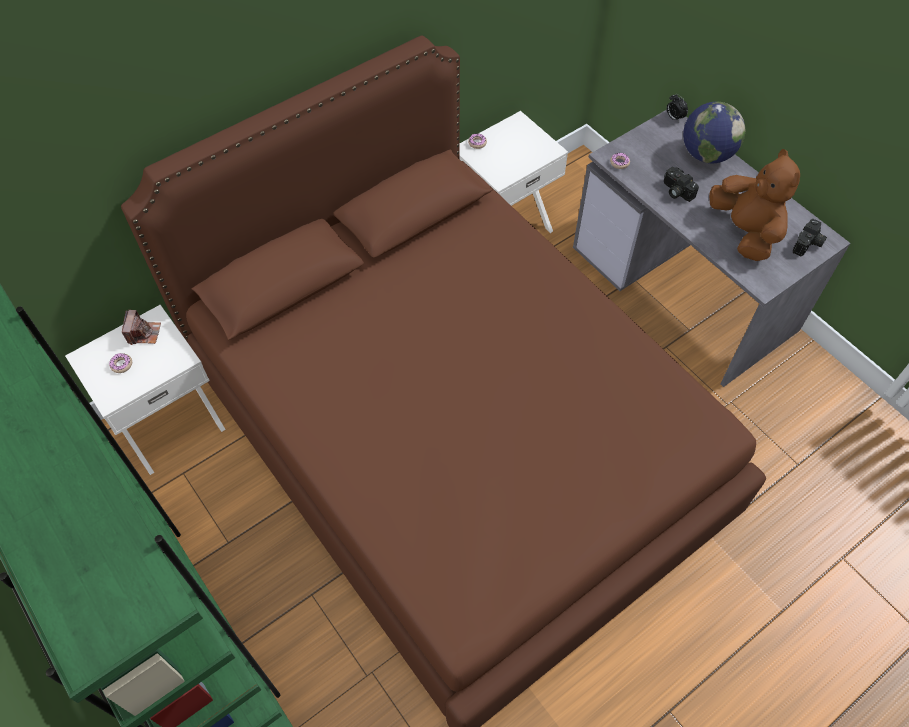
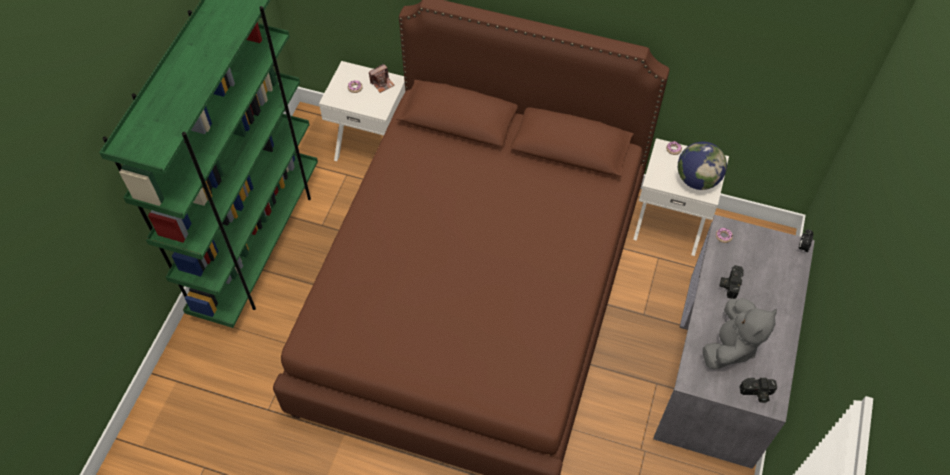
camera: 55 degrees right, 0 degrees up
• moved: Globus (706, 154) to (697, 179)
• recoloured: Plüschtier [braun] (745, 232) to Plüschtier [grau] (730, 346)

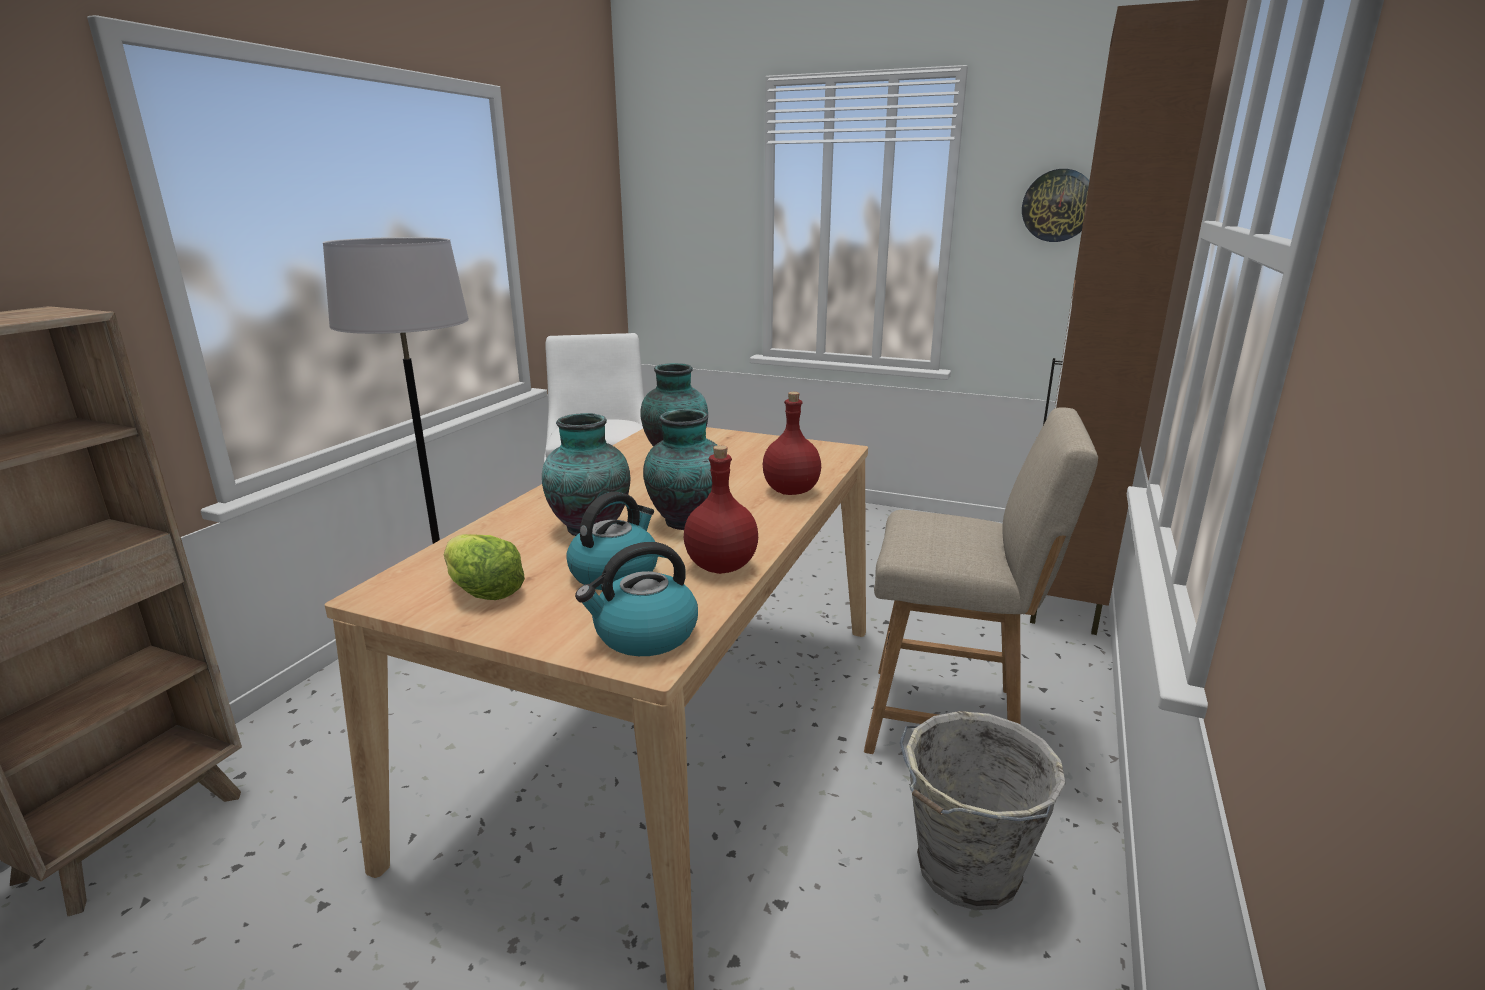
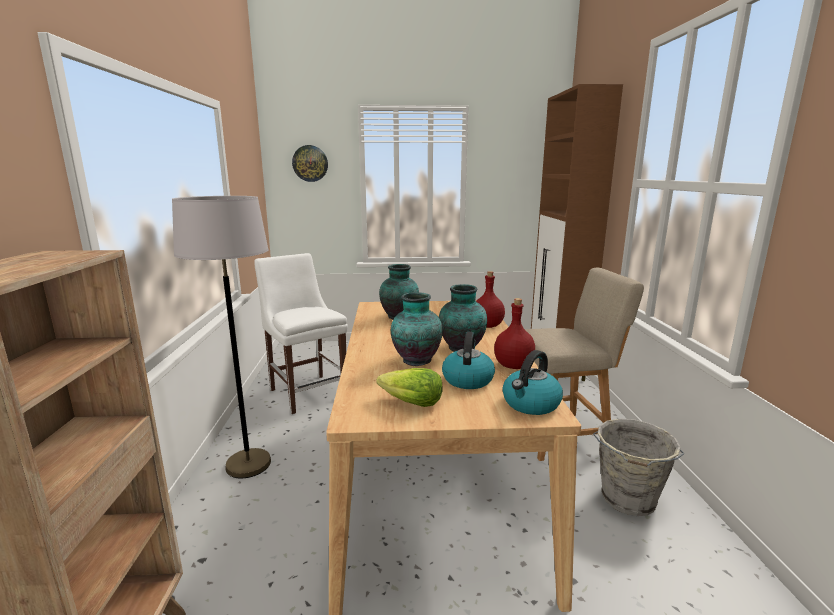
camera: 25 degrees left, 5 degrees down
• moved: Wanduhr (1058, 205) to (310, 163)

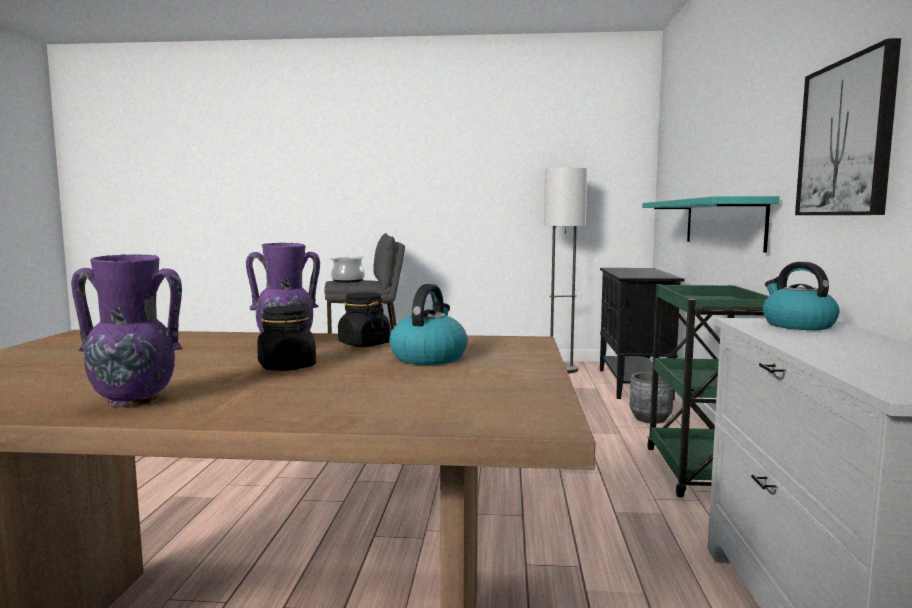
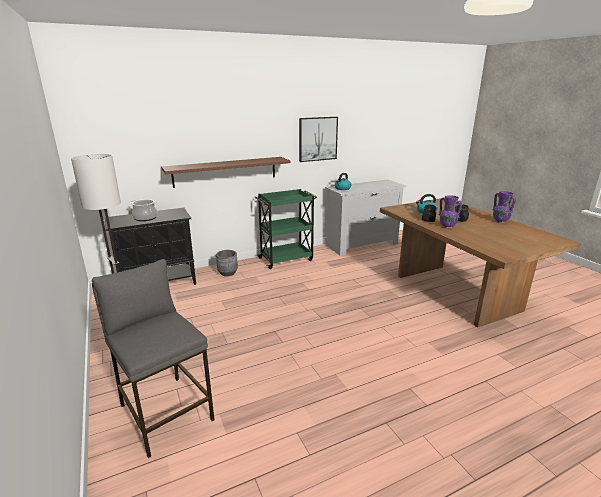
camera: 120 degrees left, 15 degrees up
• recoloured: Wandregal [türkis] (722, 223) to Wandregal [braun] (225, 171)
• moved: Kochtopf (348, 281) to (145, 218)

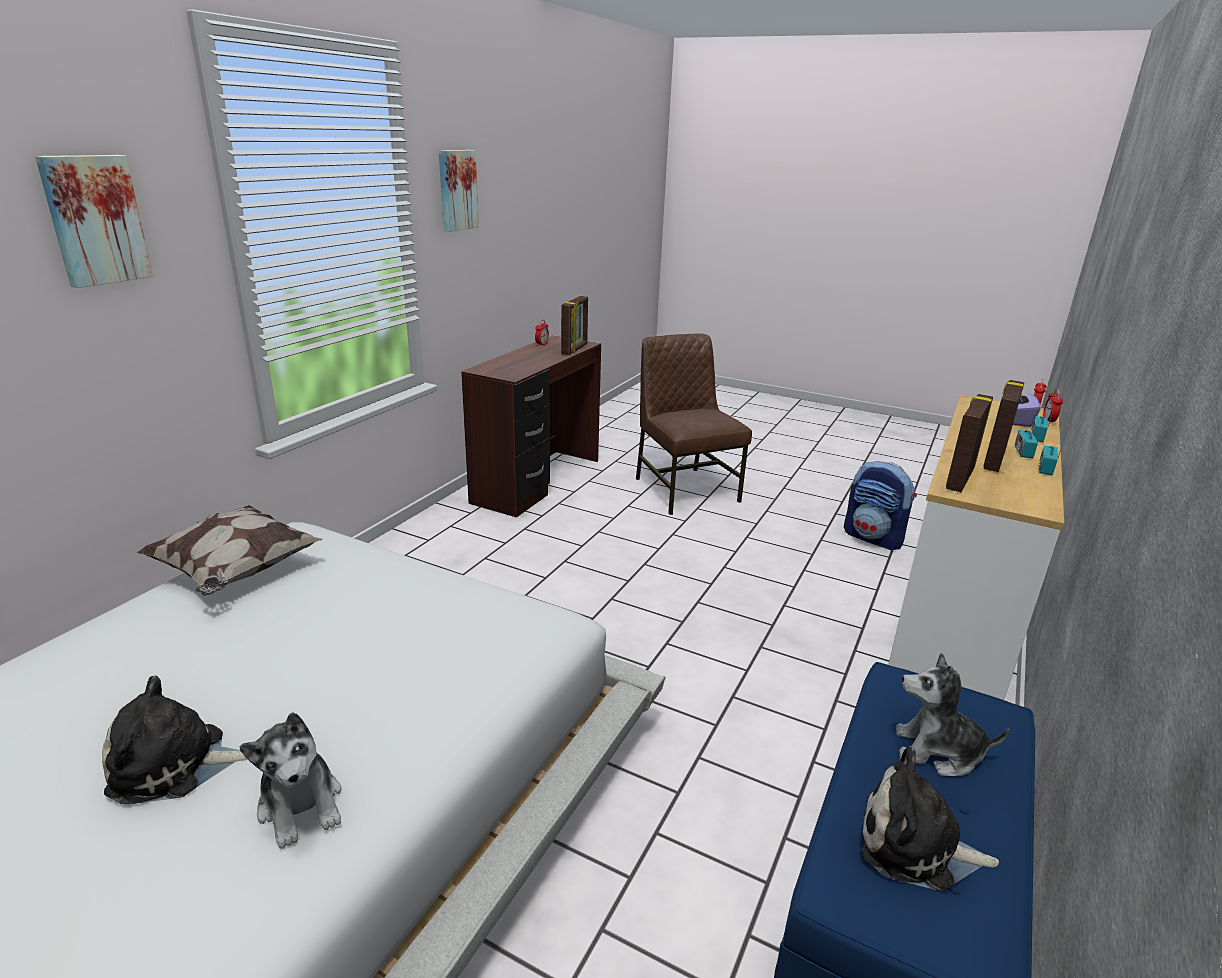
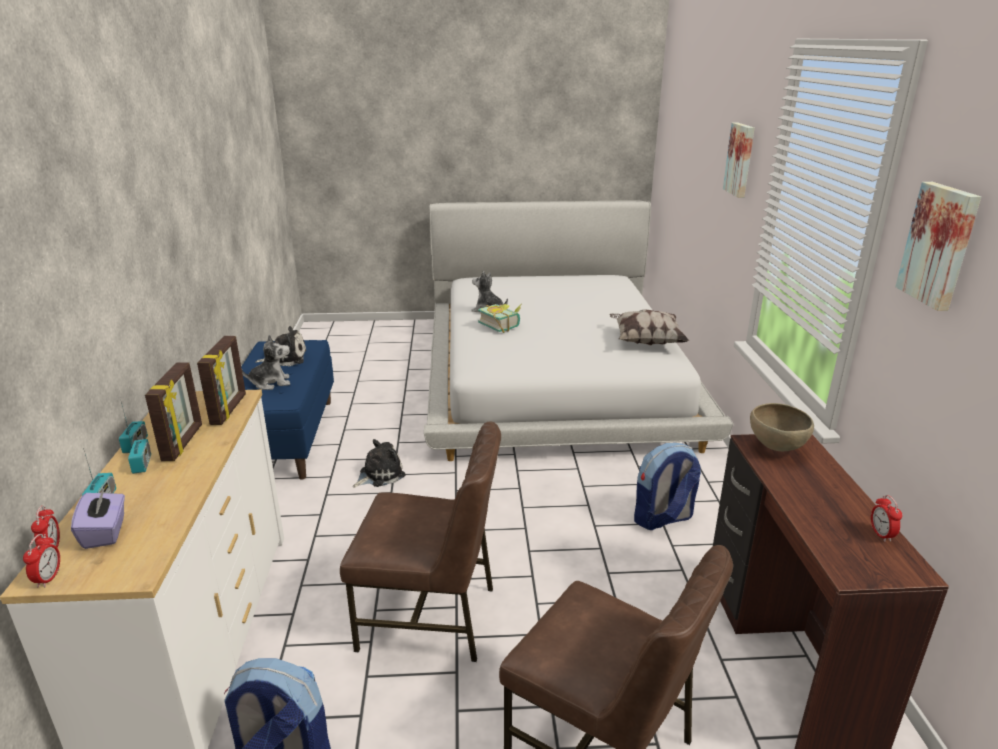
camera: 150 degrees right, 0 degrees up
• removed: Bilderrahmen (575, 349)
• moved: Plüschtier (175, 765) to (379, 474)
• added: Buch (502, 325)
• added: Schüssel [braun] (776, 448)
• added: Stuhl [braun] (430, 617)
• added: Rucksack (662, 519)

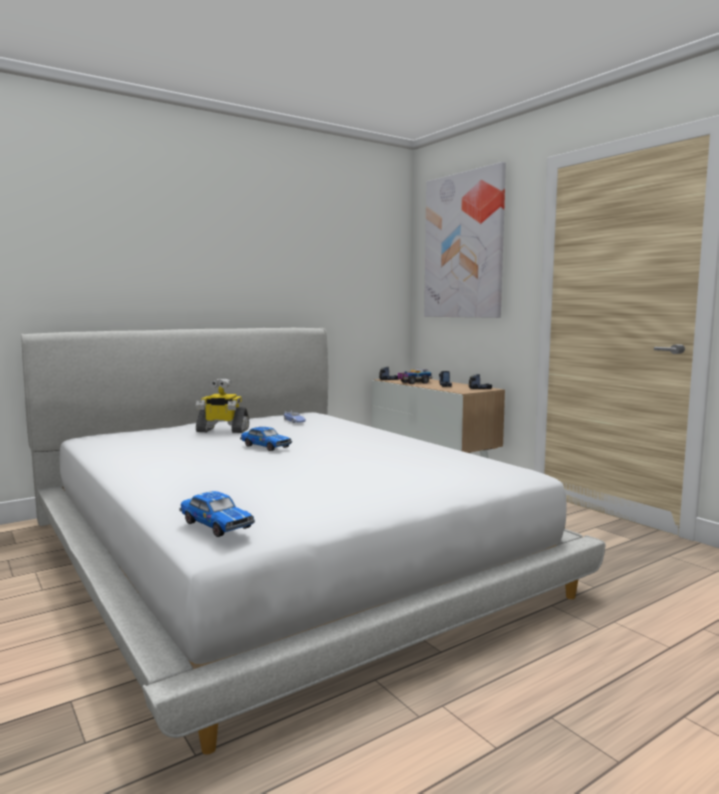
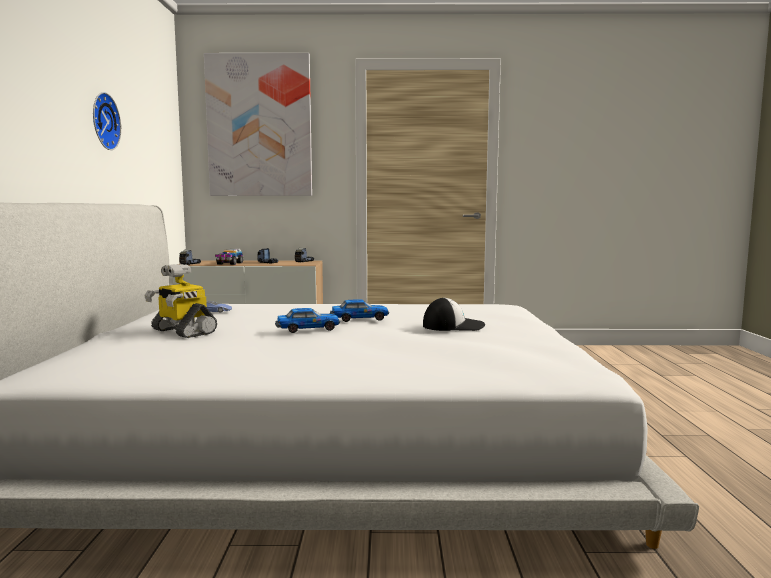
camera: 55 degrees left, 0 degrees up
• turned: Spielzeugroboter (222, 430) = (182, 331) 90 degrees clockwise
• moved: Spielzeugauto (216, 524) to (359, 319)
• added: Wanduhr (102, 121)
• added: Kappe (453, 326)

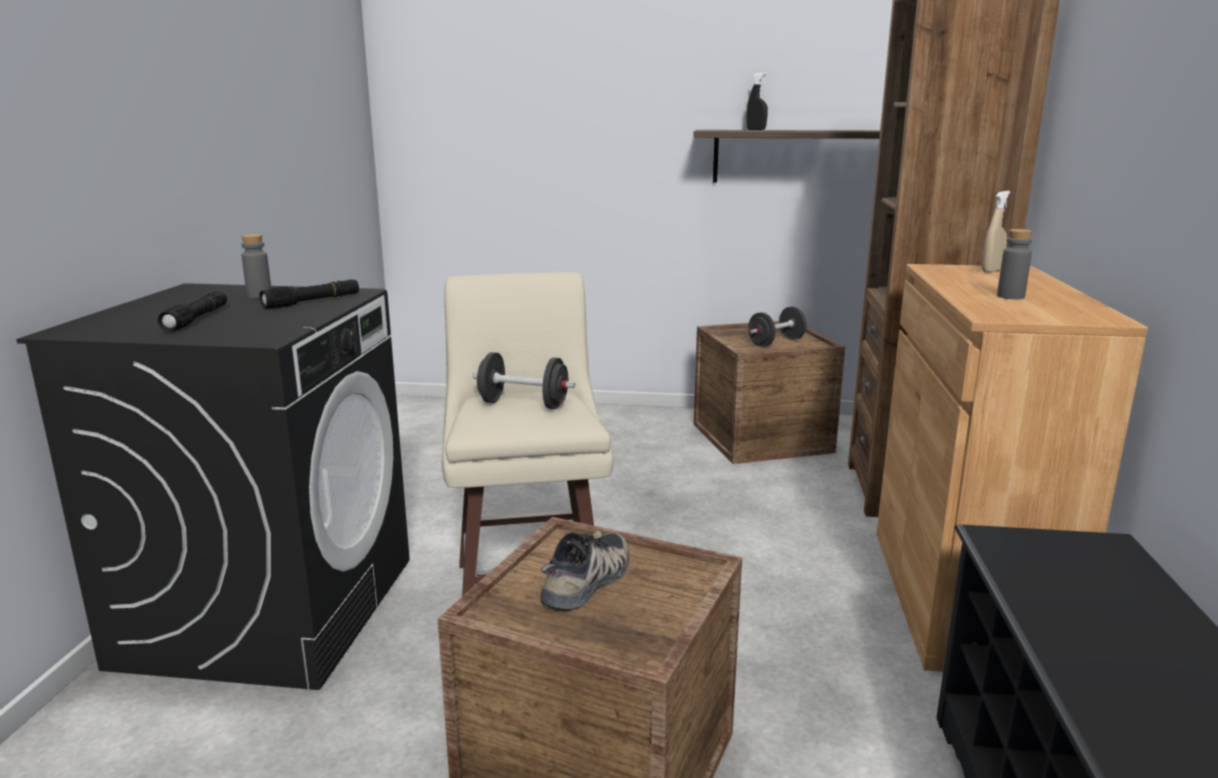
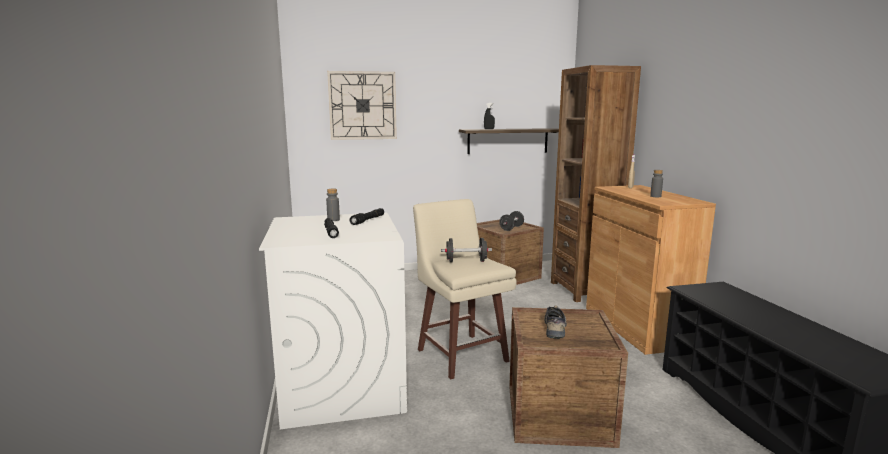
camera: 20 degrees left, 5 degrees down
• recoloured: Waschmaschine [schwarz] (271, 609) to Waschmaschine [weiß] (342, 385)
• added: Wanduhr (362, 105)

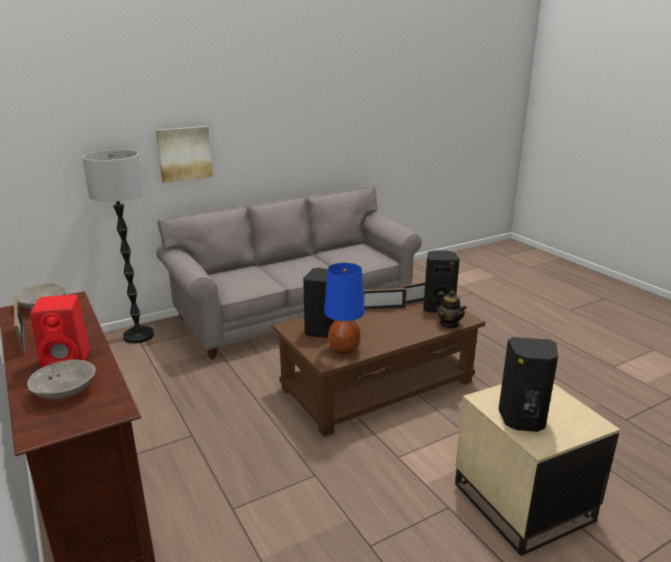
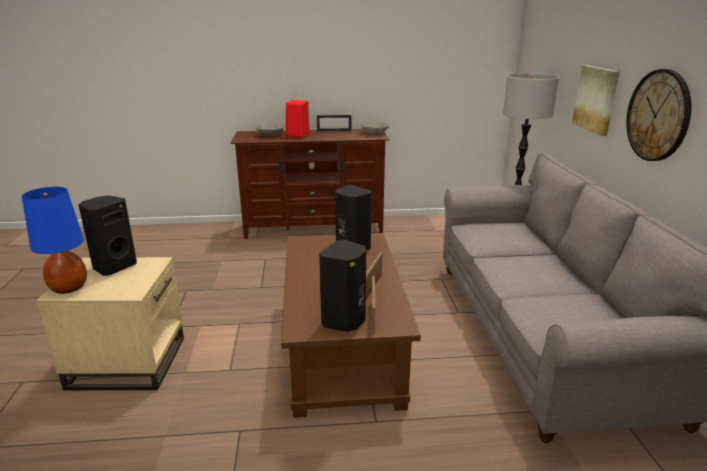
camera: 115 degrees right, 0 degrees up
• moved: Tischlampe [blau] (343, 349) to (69, 288)
• removed: Teekanne (449, 324)
• added: Wanduhr (658, 115)

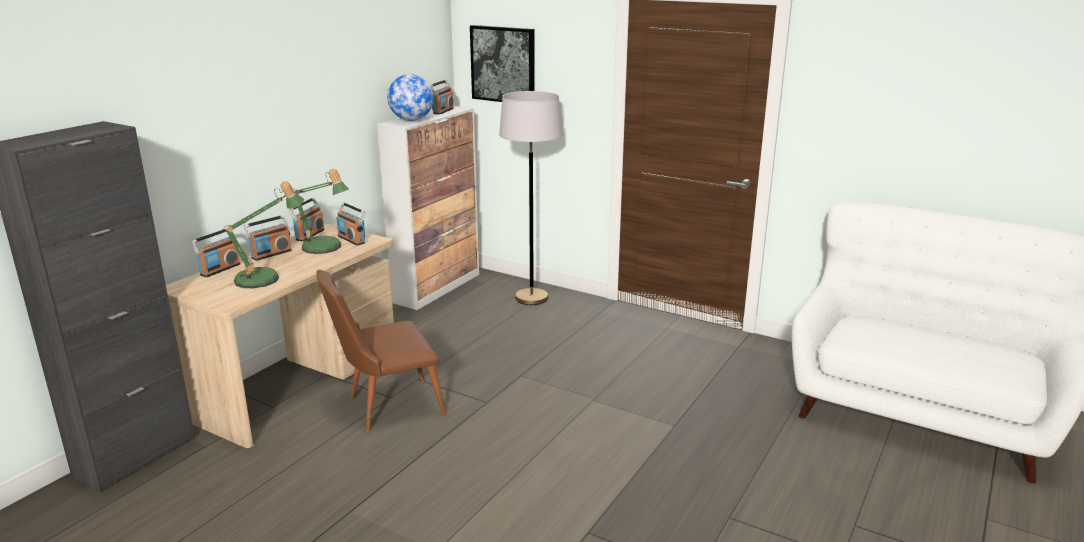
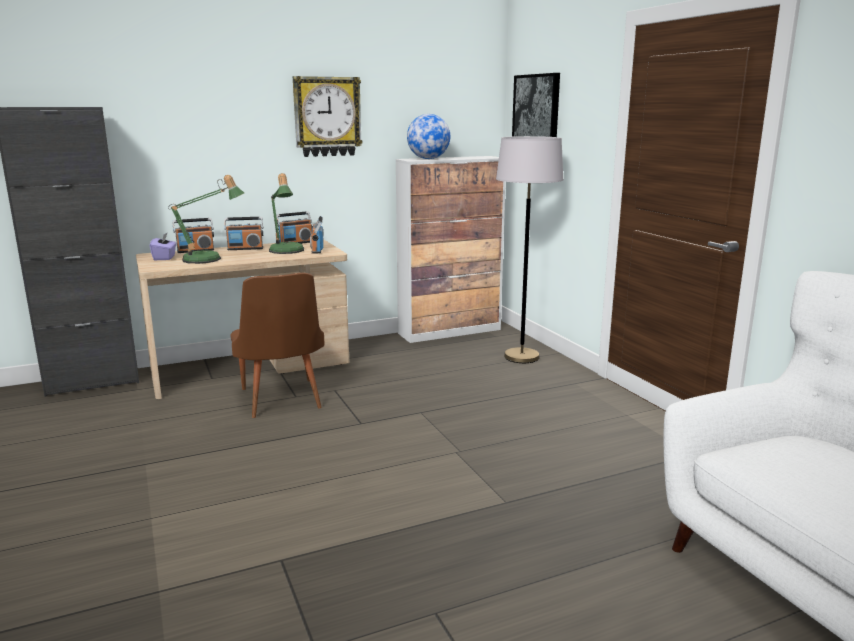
camera: 35 degrees right, 5 degrees down
• removed: Radio (443, 111)
• turned: Stuhl [braun] (386, 407) = (281, 402) 120 degrees counterclockwise
• added: Wanduhr (327, 117)
• added: Taschentuchbox [lila] (165, 257)

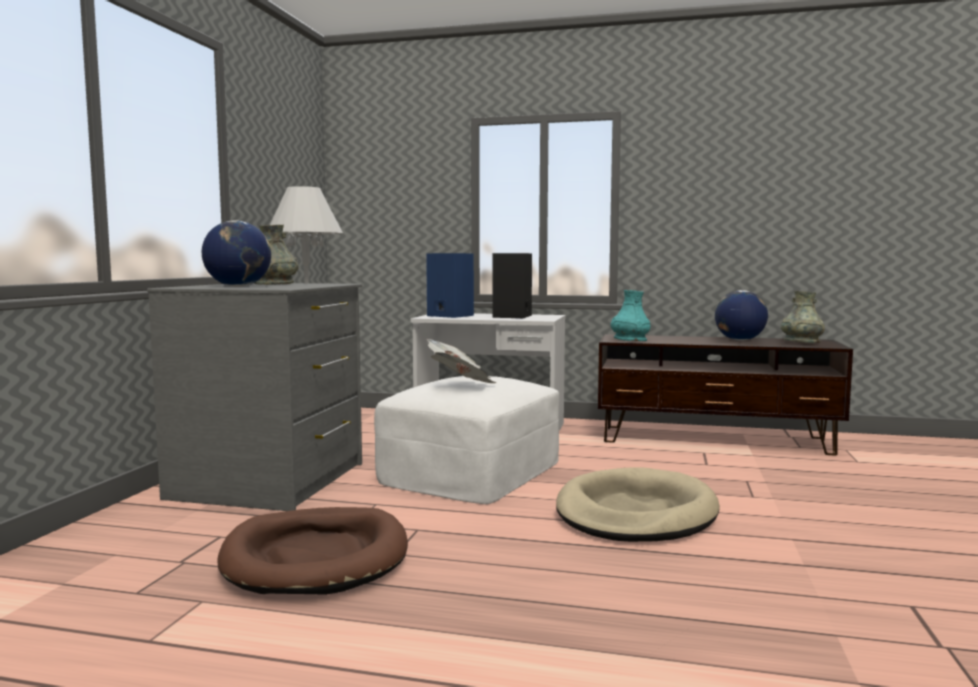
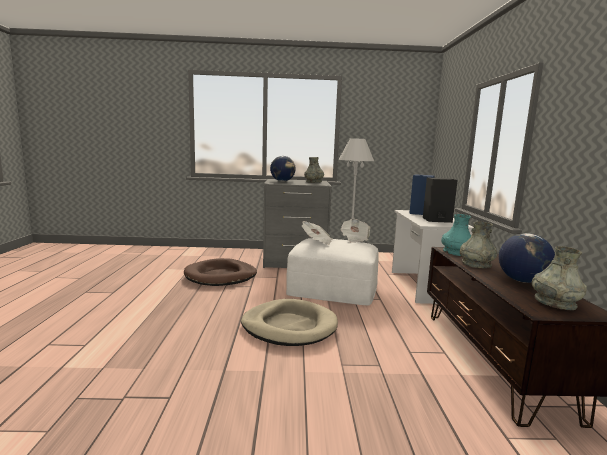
camera: 75 degrees right, 5 degrees up
• added: Vase [grau] (476, 264)

